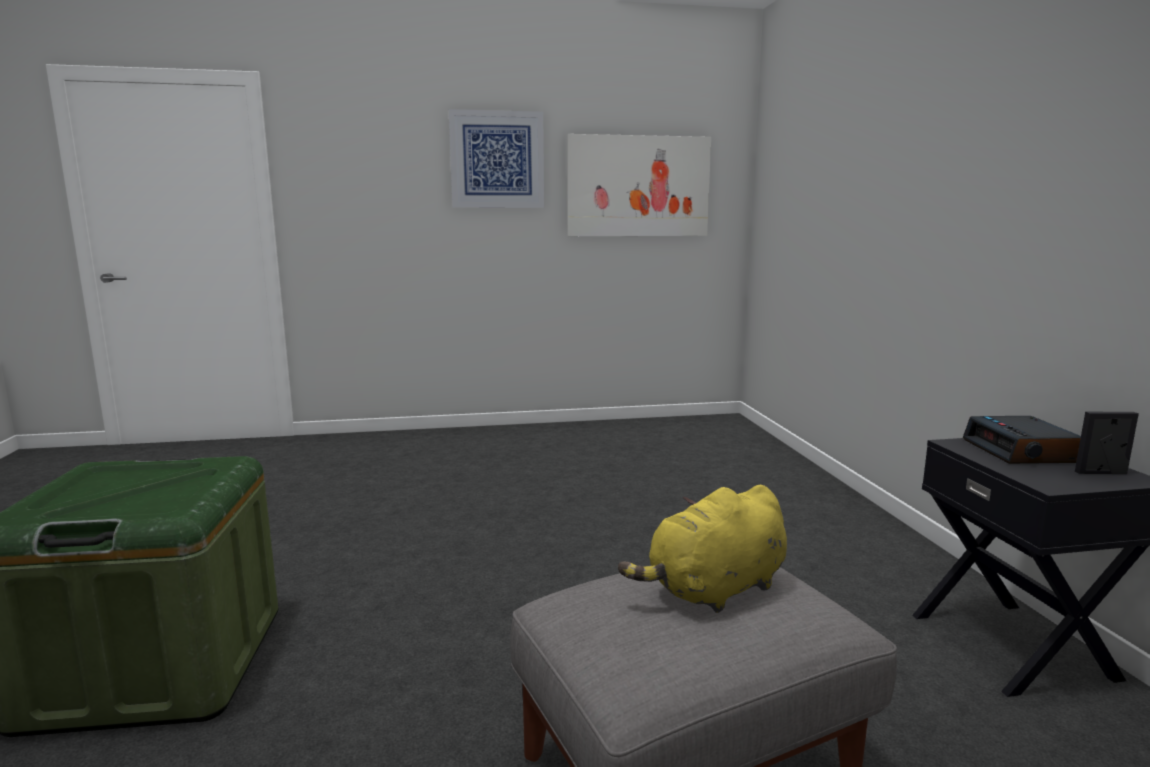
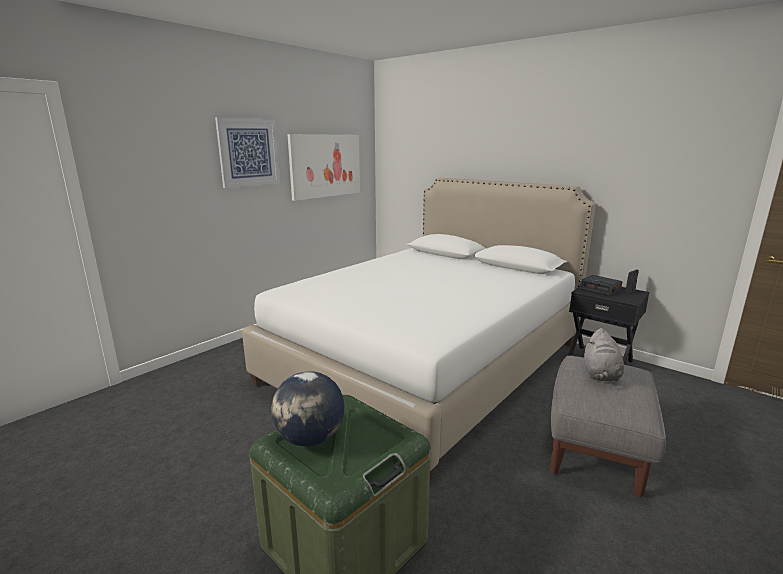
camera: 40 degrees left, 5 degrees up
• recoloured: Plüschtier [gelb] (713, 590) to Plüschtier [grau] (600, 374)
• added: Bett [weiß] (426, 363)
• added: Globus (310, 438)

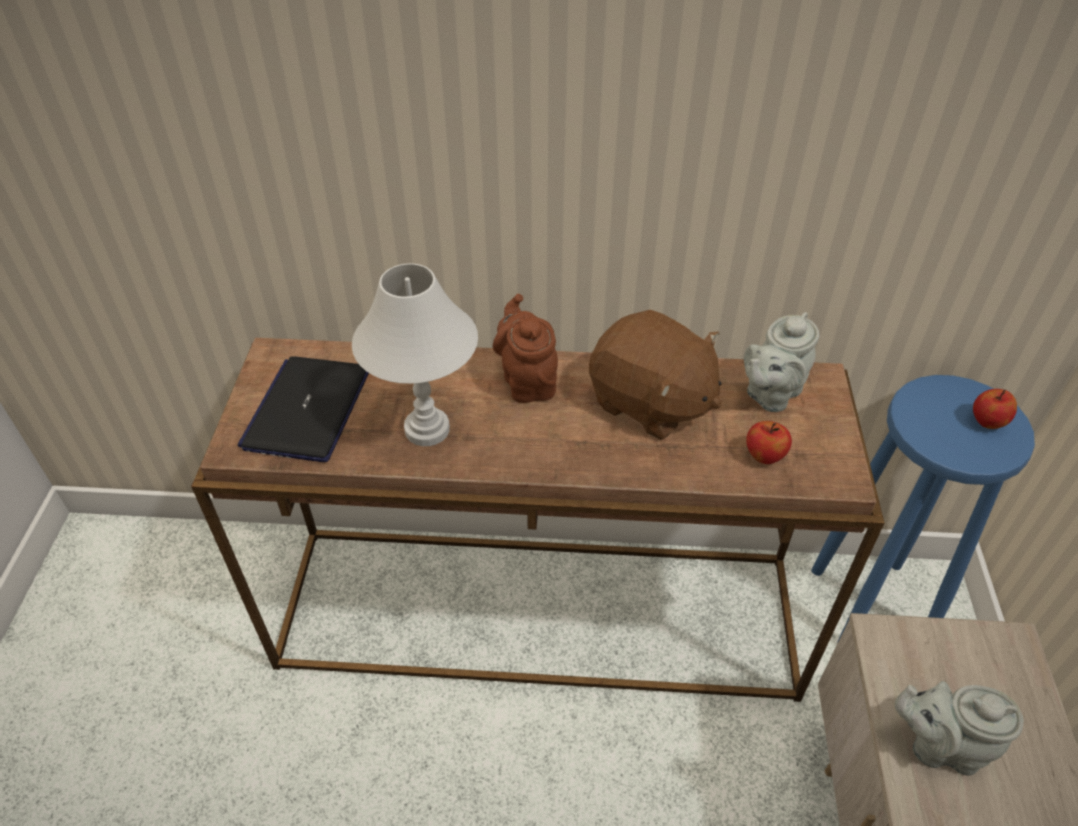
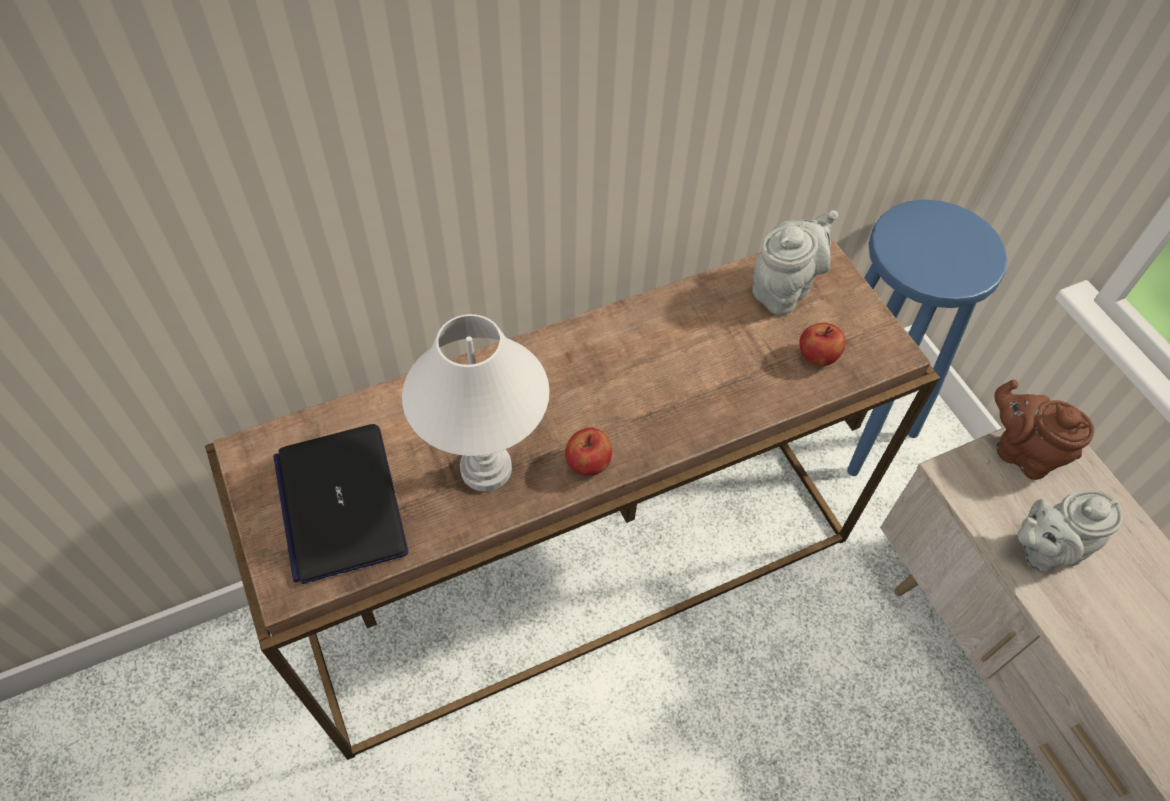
camera: 30 degrees left, 10 degrees up
• moved: Teekanne [braun] (527, 381) to (1021, 452)
• removed: Plüschtier [braun] (650, 403)
• turned: Teekanne [grau] (770, 394) = (784, 288) 150 degrees counterclockwise
• moved: Apfel (987, 422) to (588, 464)

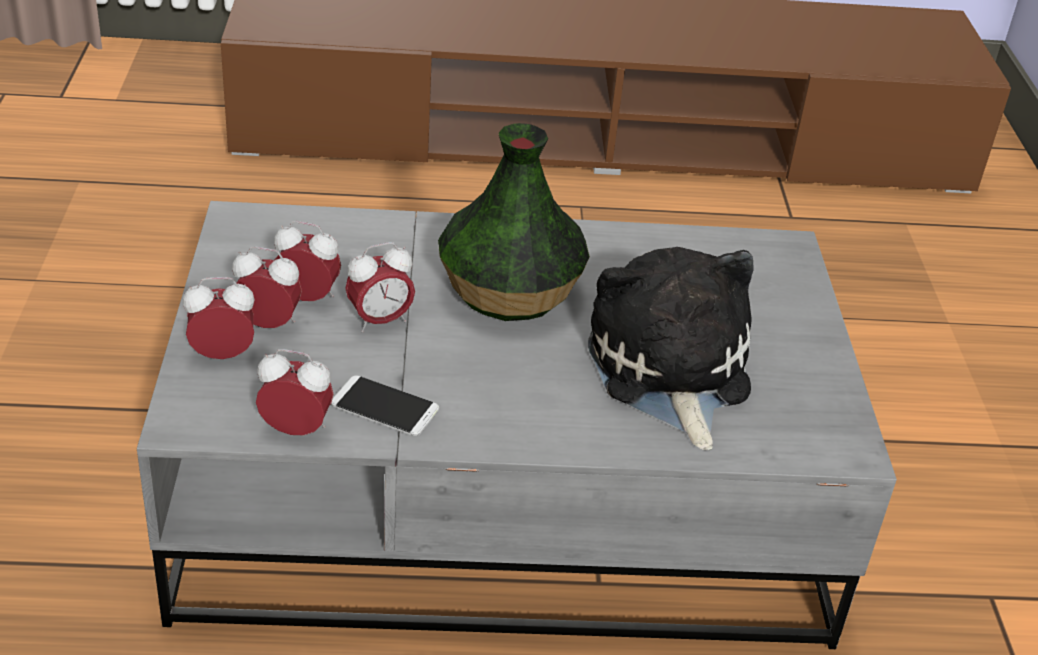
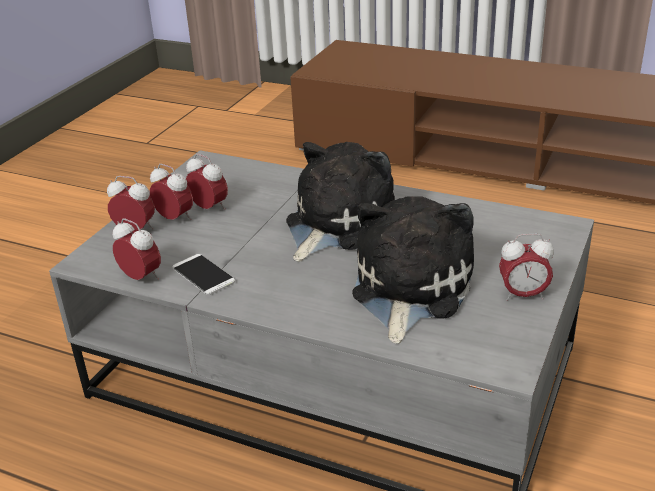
camera: 30 degrees right, 5 degrees down
• replaced: Vase (508, 292) to Plüschtier (336, 224)
• moved: Wecker (380, 321) to (523, 295)

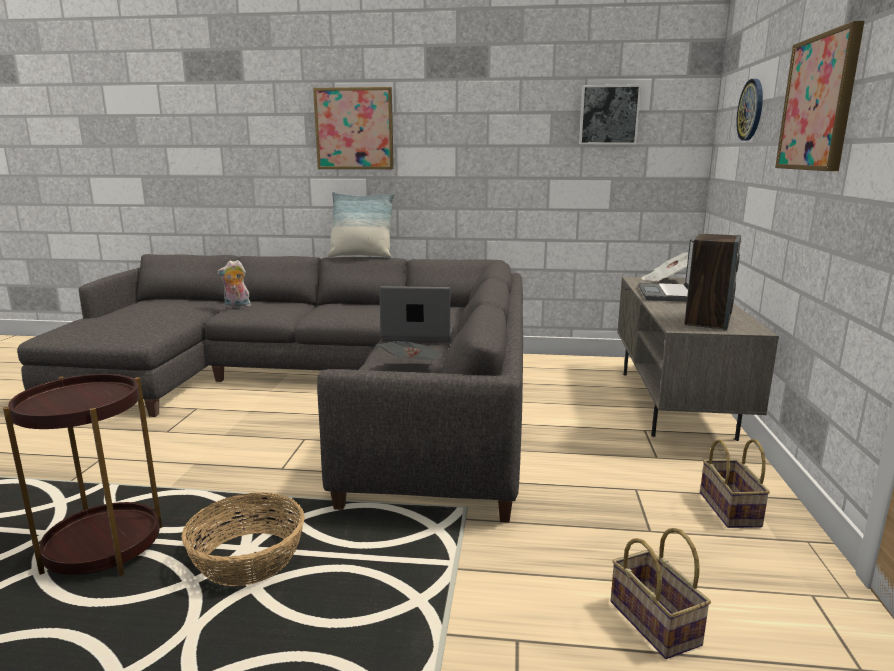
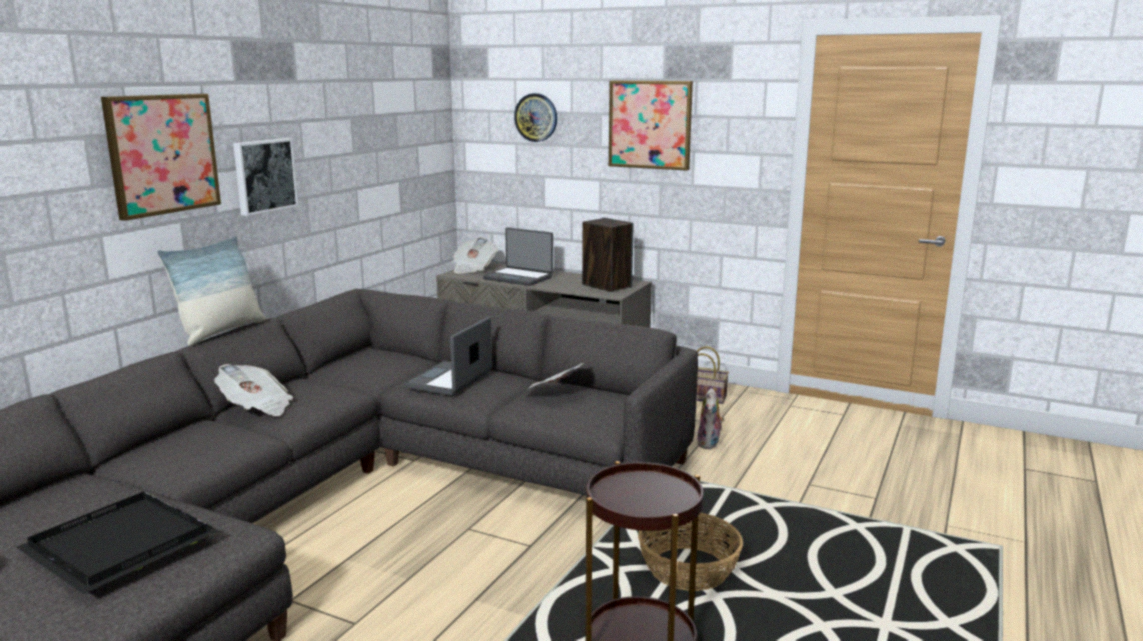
camera: 70 degrees left, 0 degrees up
• moved: Bild (608, 115) to (264, 175)
• moved: Plüschtier (236, 307) to (710, 444)
• removed: Korb (657, 624)
• added: Zeitung (256, 407)
• added: Tablett [schwarz] (116, 545)

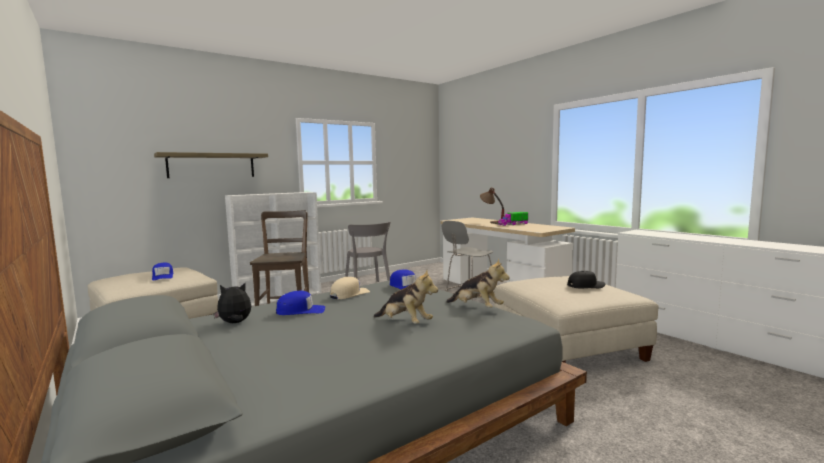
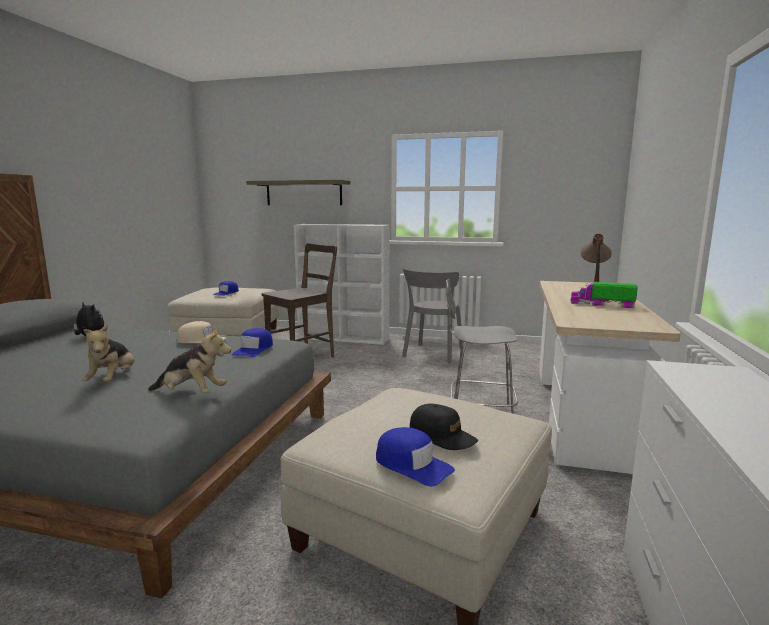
camera: 50 degrees right, 5 degrees up
• turned: Plüschtier (477, 308) = (191, 394) 75 degrees counterclockwise
• moved: Kappe [blau] (301, 311) to (412, 465)

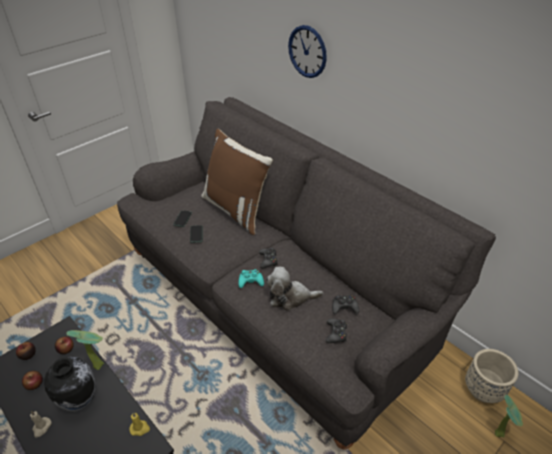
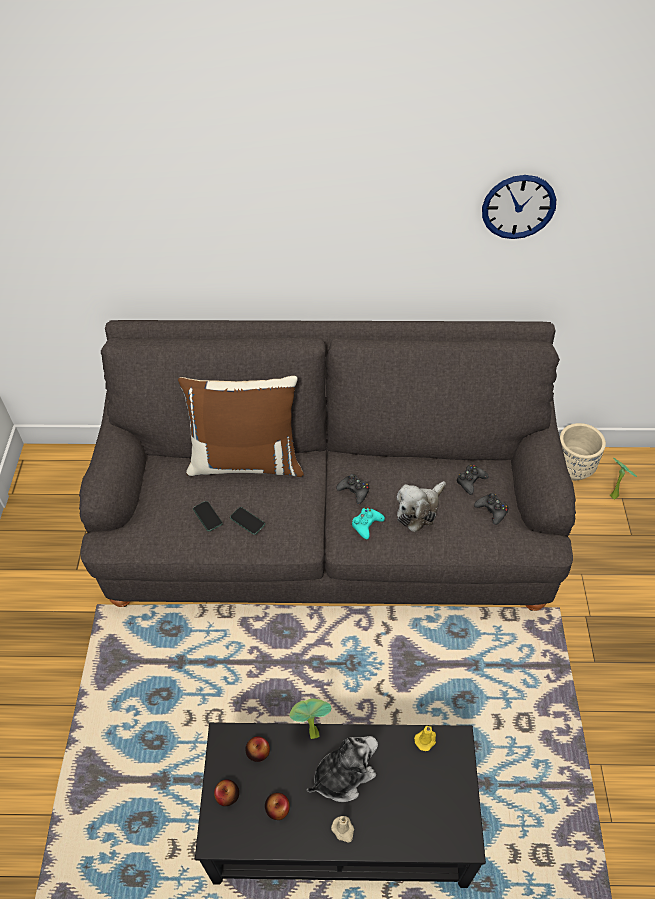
camera: 45 degrees left, 10 degrees up
• moved: Wanduhr (307, 51) to (518, 207)
• replaced: Vase (80, 400) to Plüschtier (343, 775)

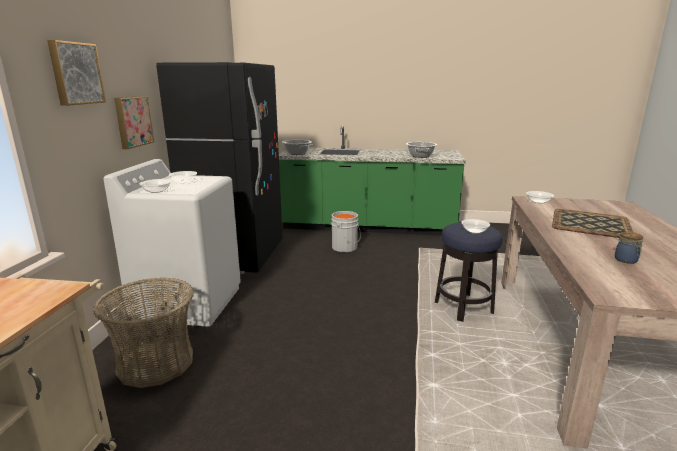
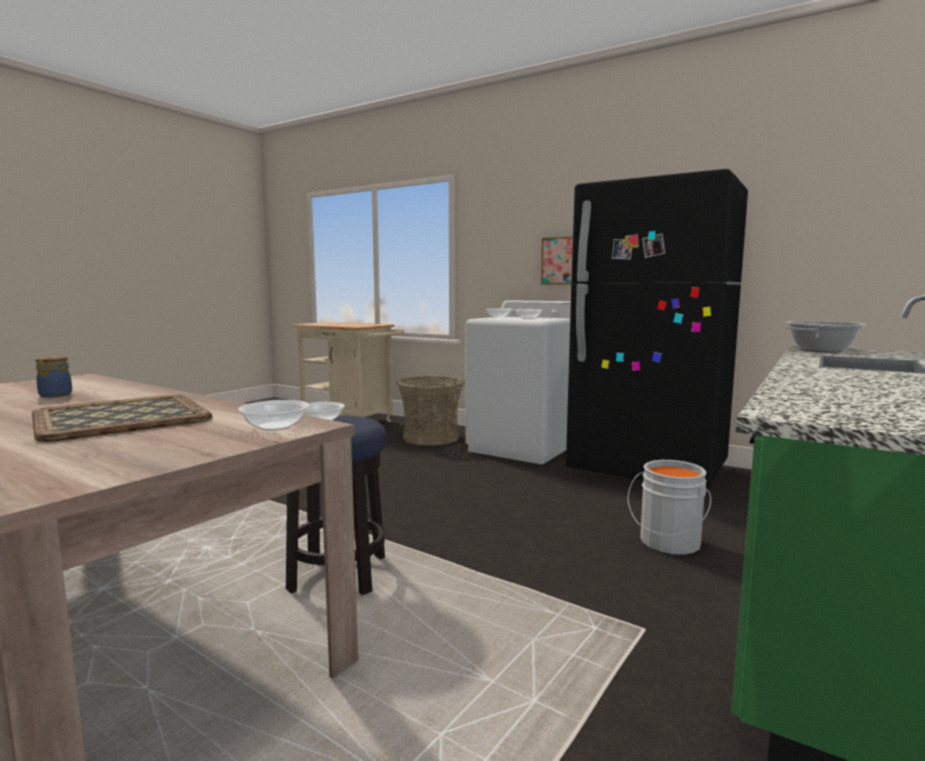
camera: 115 degrees right, 10 degrees down
• removed: Bild (75, 73)
• removed: Kochtopf (420, 156)

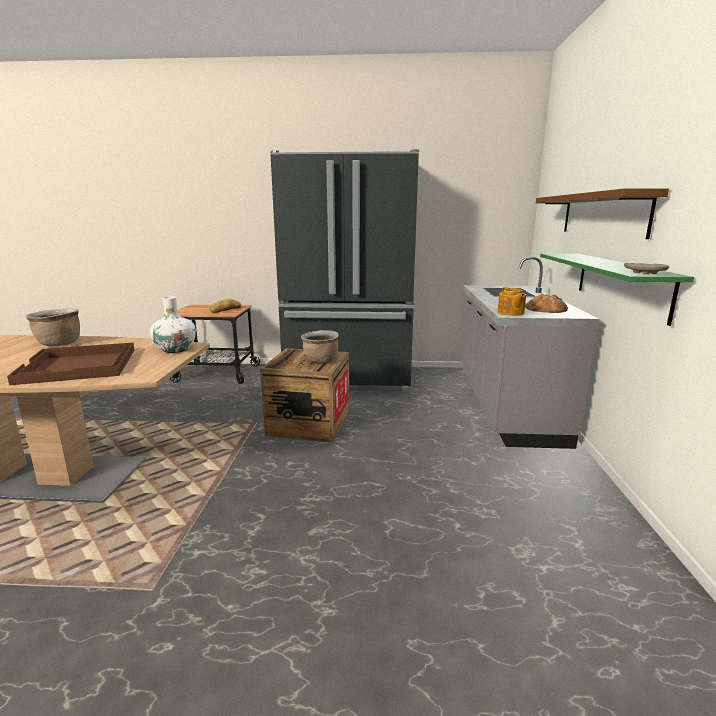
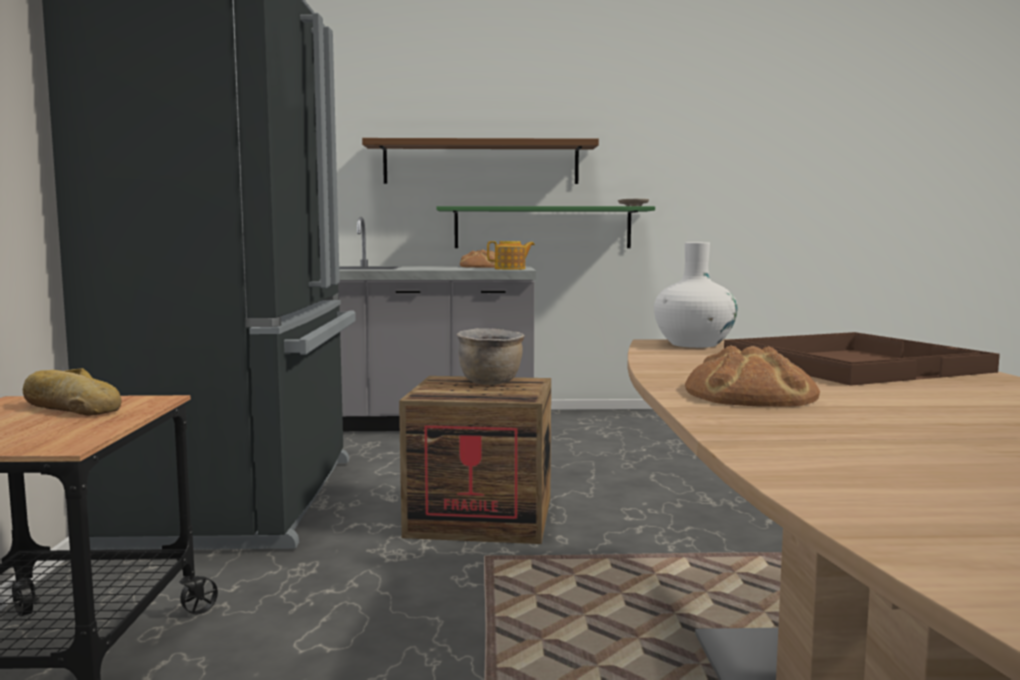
camera: 95 degrees left, 10 degrees down
• replaced: Kochtopf [braun] (59, 344) to Brot (751, 394)

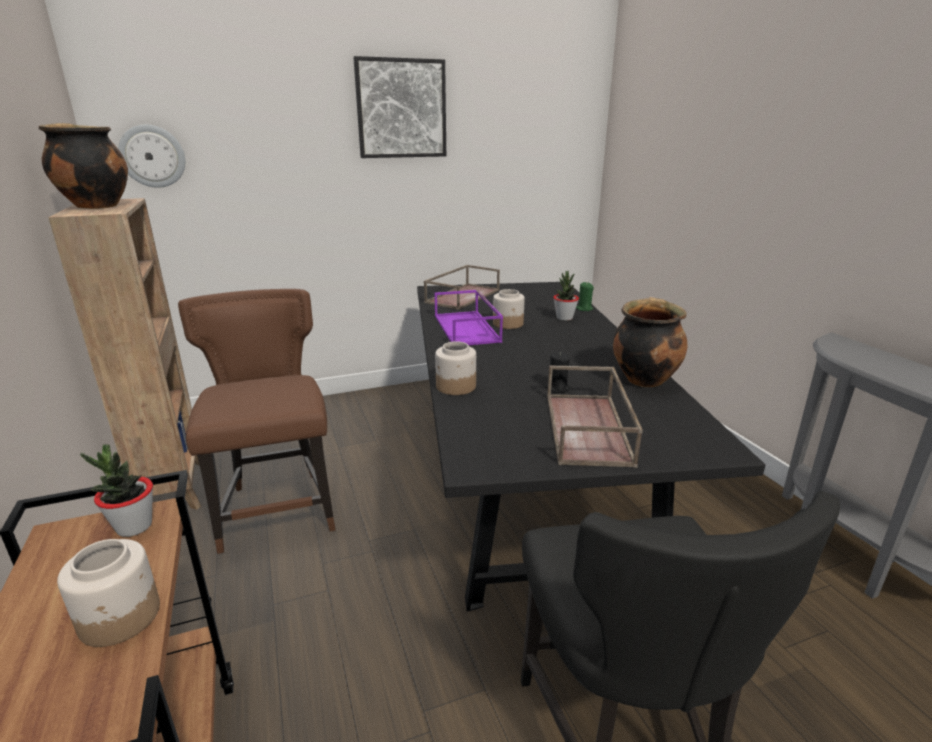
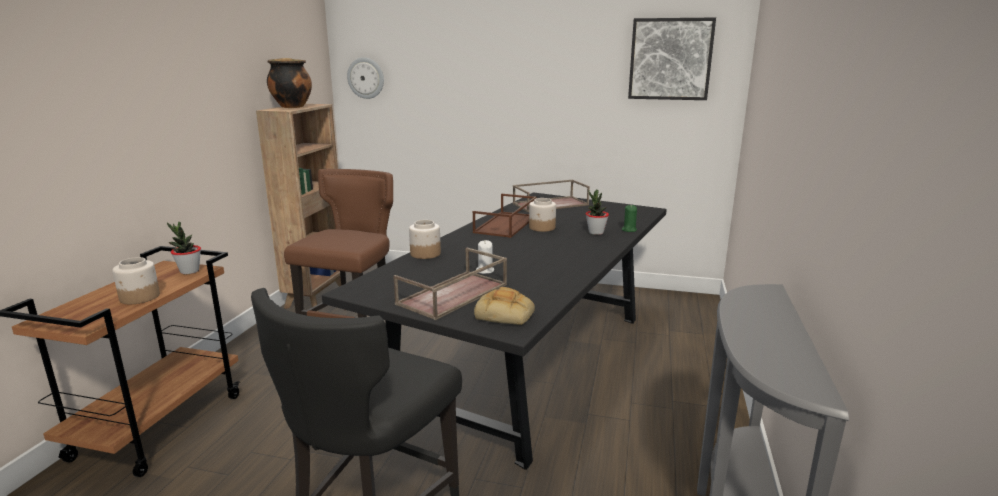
camera: 35 degrees right, 5 degrees down
• moved: Bild (401, 109) to (670, 59)
• recoloured: Tablett [lila] (467, 328) to Tablett [braun] (506, 225)
• removed: Kochtopf (643, 379)
• recoloured: Kerze [schwarz] (557, 388) to Kerze [weiß] (484, 270)
• added: Brot (506, 314)

